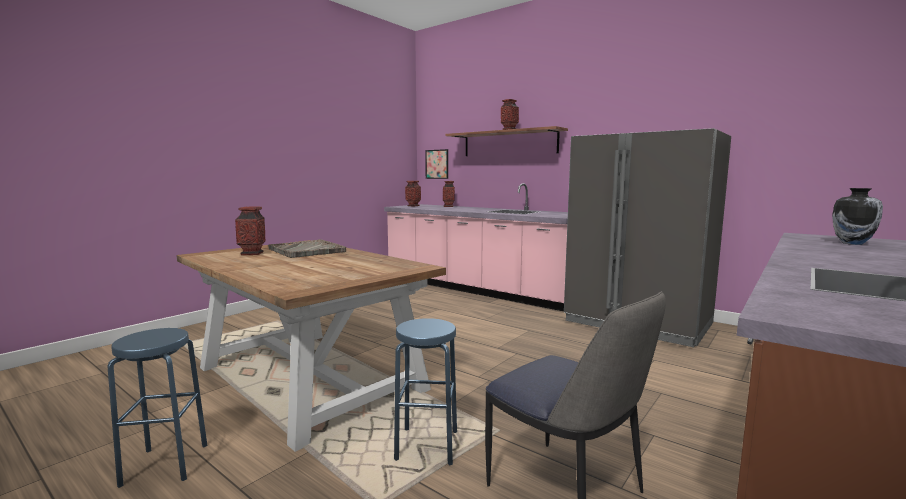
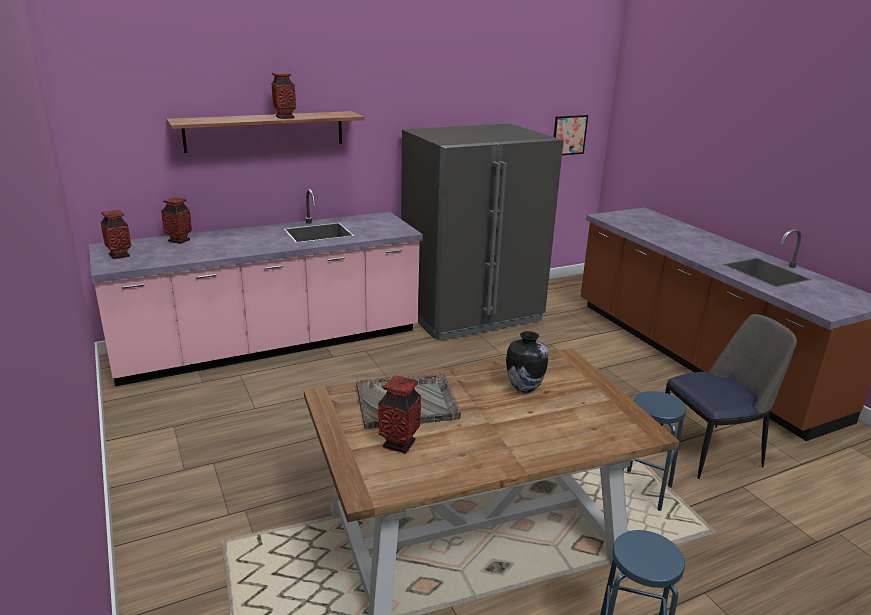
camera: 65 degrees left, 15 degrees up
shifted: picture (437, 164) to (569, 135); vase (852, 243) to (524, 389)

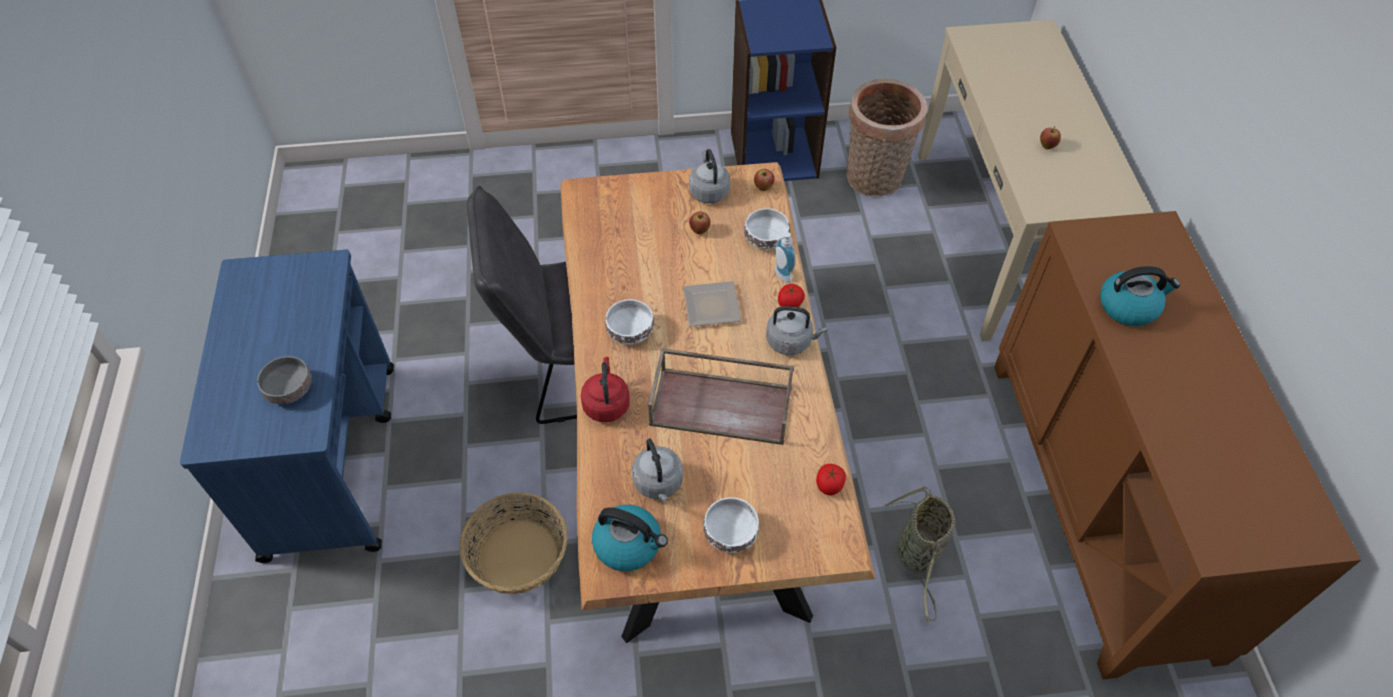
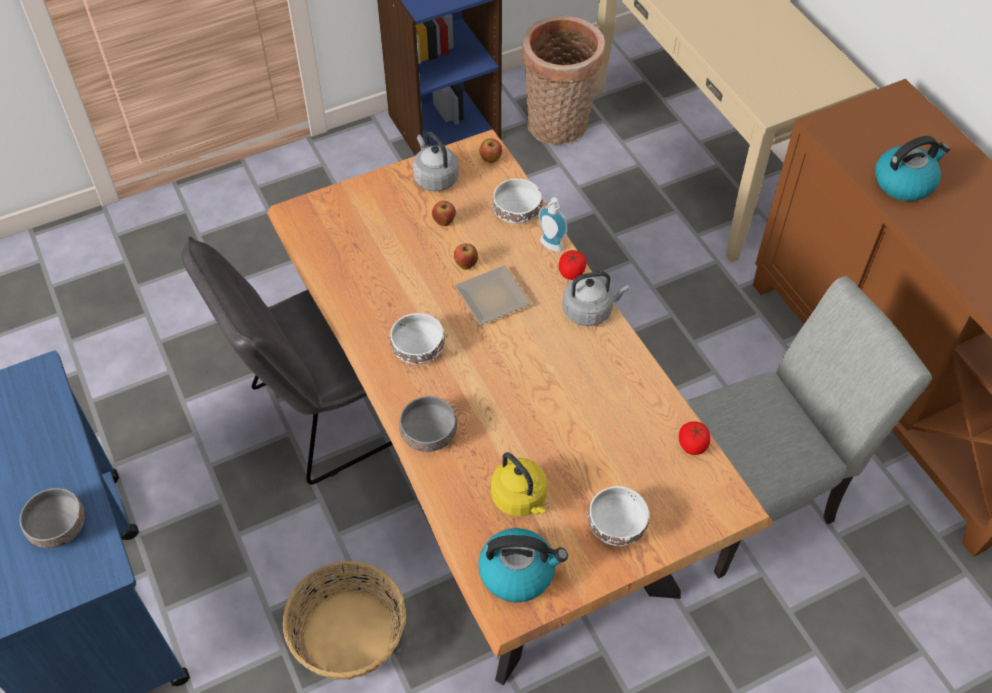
camera: 20 degrees left, 0 degrees up
gone: brown tray (723, 405)
shifted: apple (1047, 146) to (466, 265)
swapped: red kettle (606, 403) to grey bowl (427, 432); basket (917, 556) to grey chair (756, 496)
repainted: grey kettle (658, 484) to yellow kettle (520, 499)

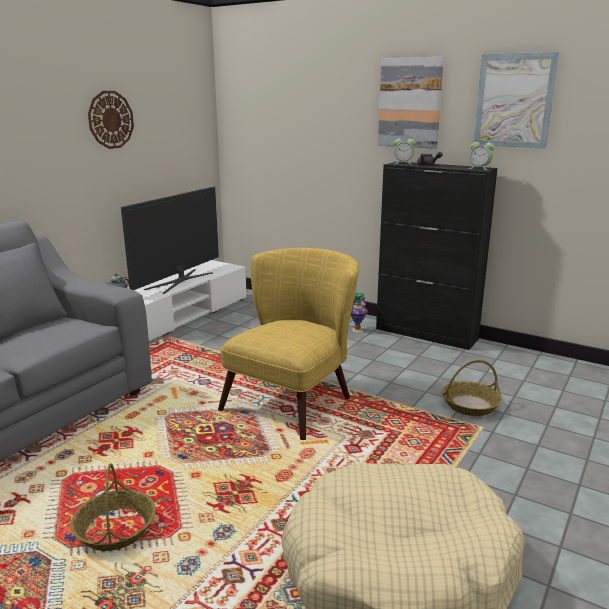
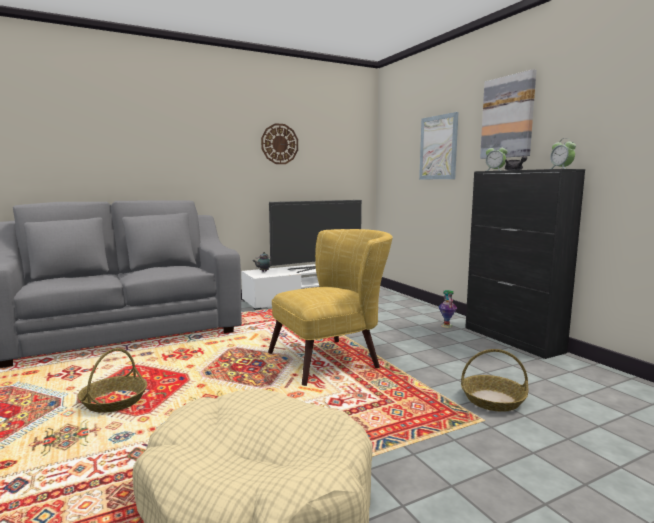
camera: 30 degrees right, 10 degrees down
shifted: picture (514, 101) to (438, 147)

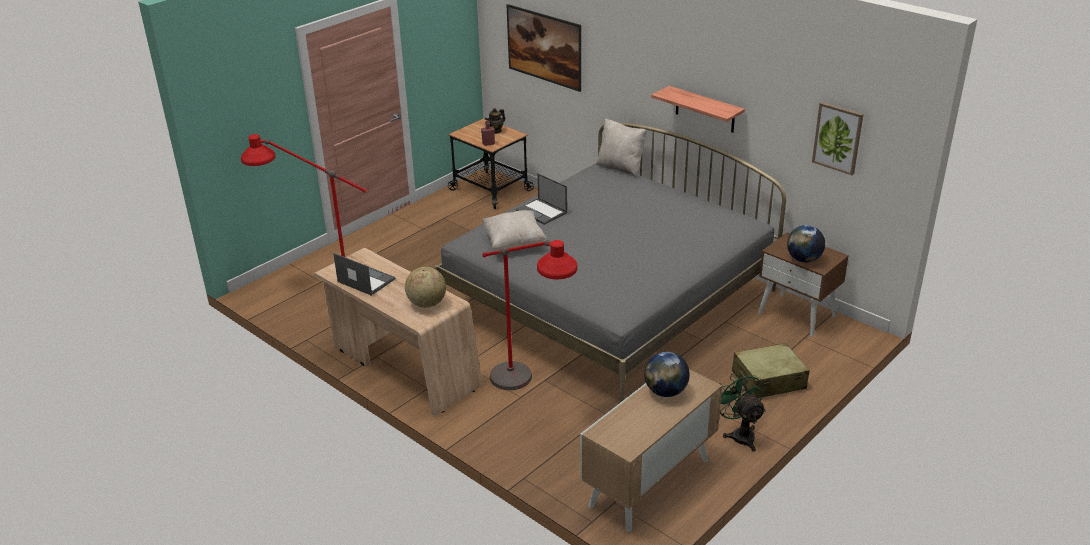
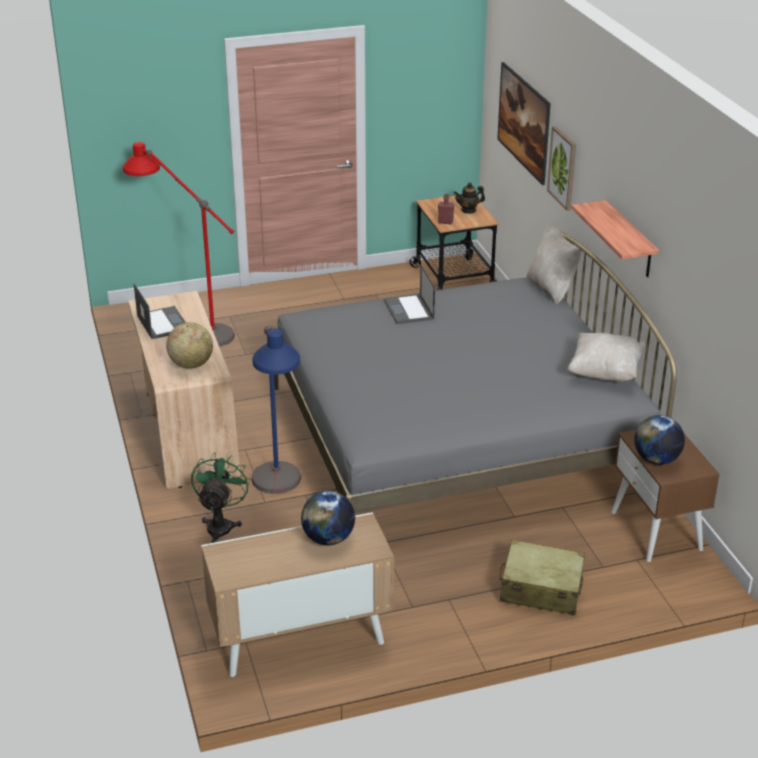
camera: 30 degrees right, 0 degrees up
shifted: beige pillow (514, 243) to (605, 372); green fan (740, 434) to (221, 525); picture (837, 138) to (563, 168)
repainted: red floor lamp (529, 391) to blue floor lamp (279, 500)

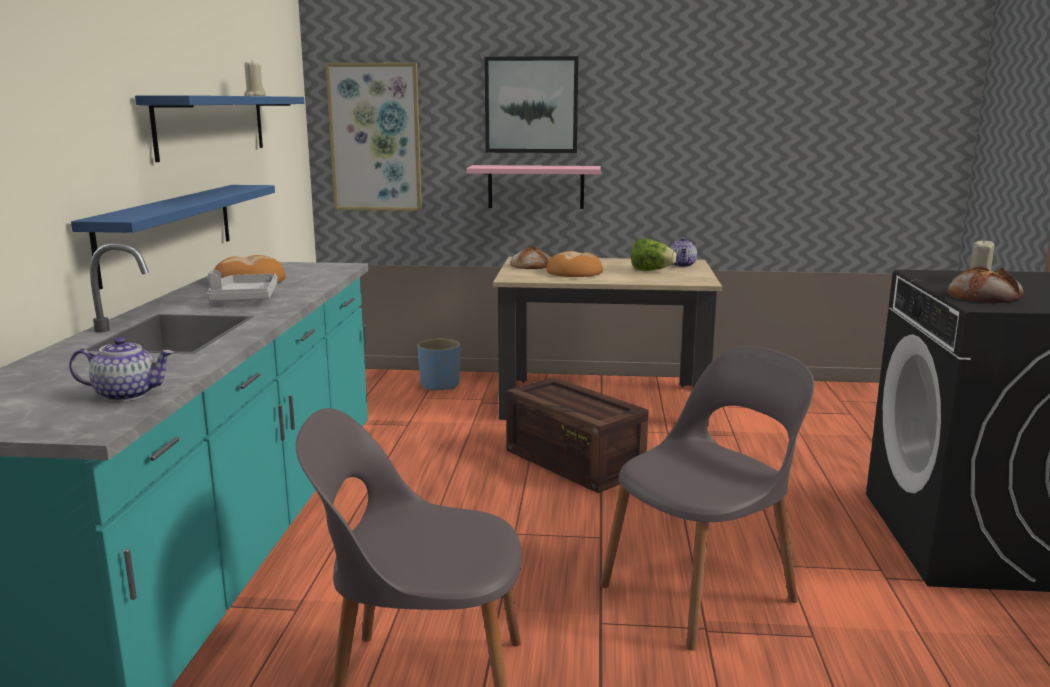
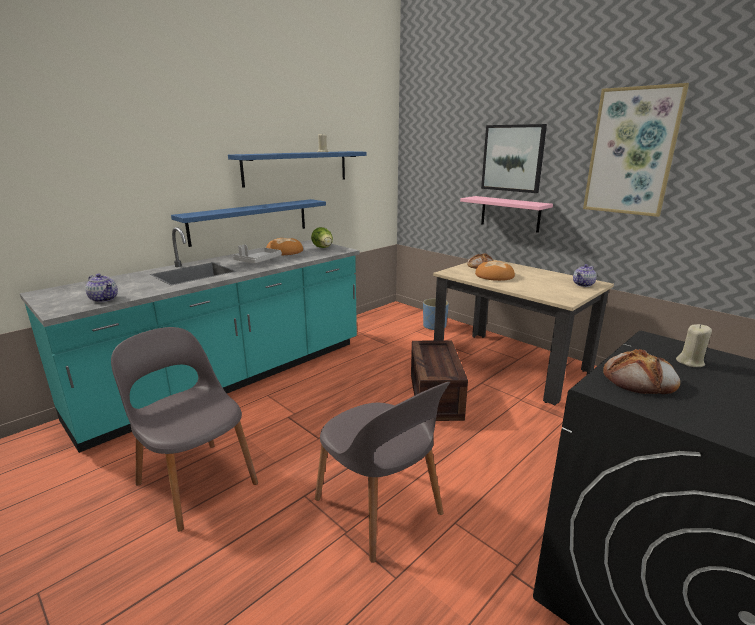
camera: 40 degrees right, 5 degrees up
shifted: picture (375, 138) to (631, 152); lettuce (651, 270) to (323, 248)
rotated: grey chair (702, 591) = (379, 509) 45 degrees clockwise

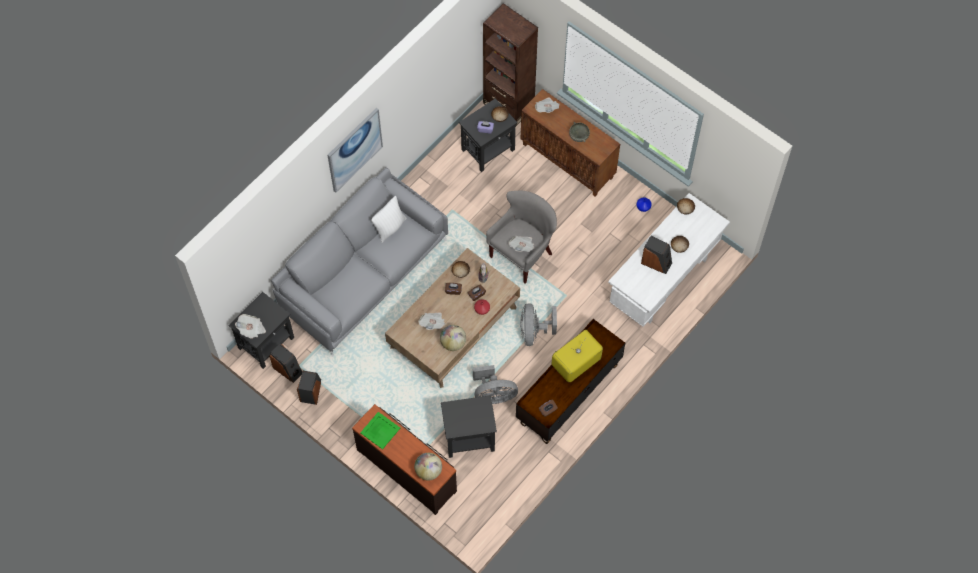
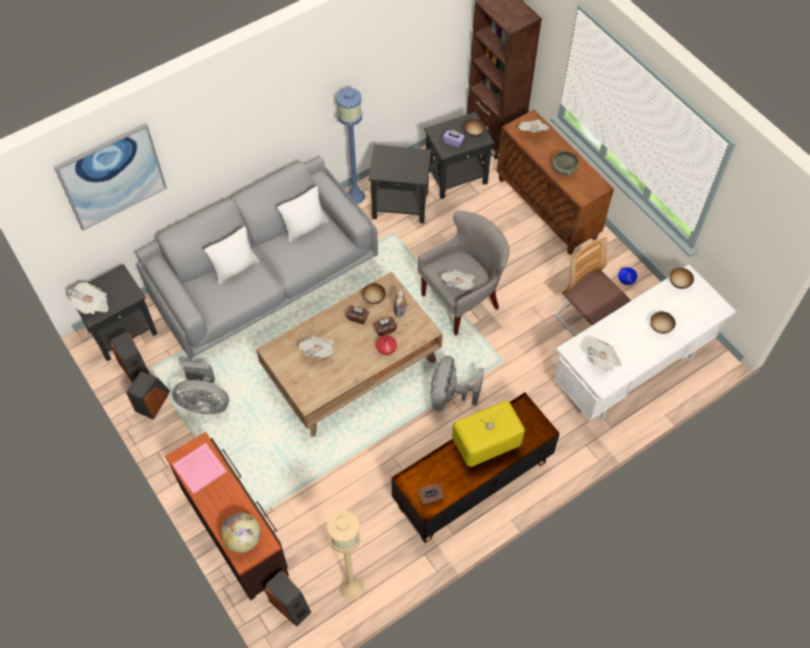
camera: 15 degrees right, 5 degrees down
gone: globe (453, 343)
new: white pillow (235, 268); beige floor lamp (351, 588); blue floor lamp (355, 196); chair (589, 321); newspaper (602, 360)
shifted: picture (354, 149) to (112, 176); black side table (468, 437) to (399, 205); grey fan (493, 395) to (204, 403); speaker (656, 262) to (290, 605)
repainted: green tray (380, 430) to pink tray (200, 468)

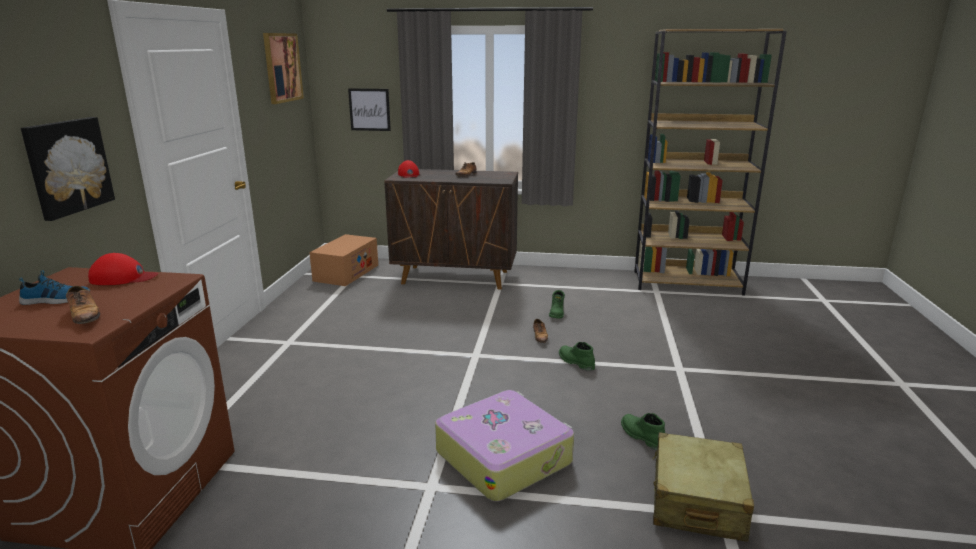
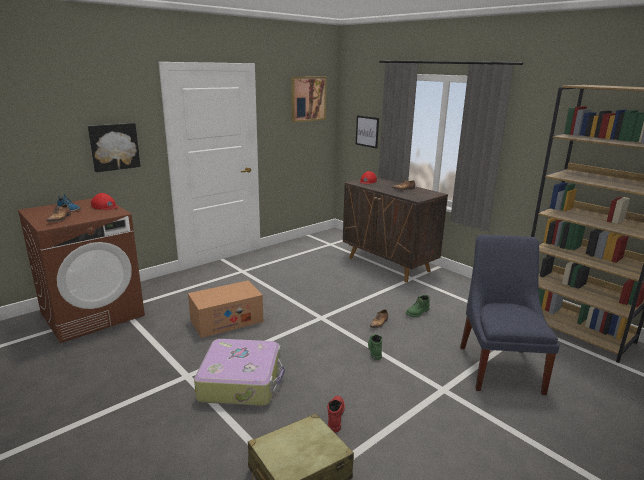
camera: 40 degrees right, 0 degrees up
new: blue chair (499, 366)
shifted: cardboard box (346, 273) to (226, 320)
repainted: green boot (641, 436) to red boot (335, 416)

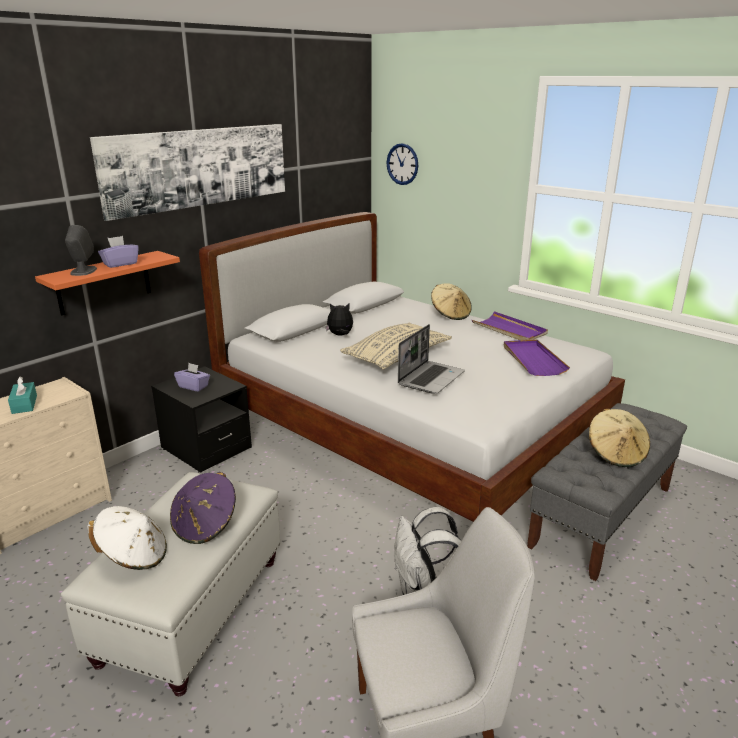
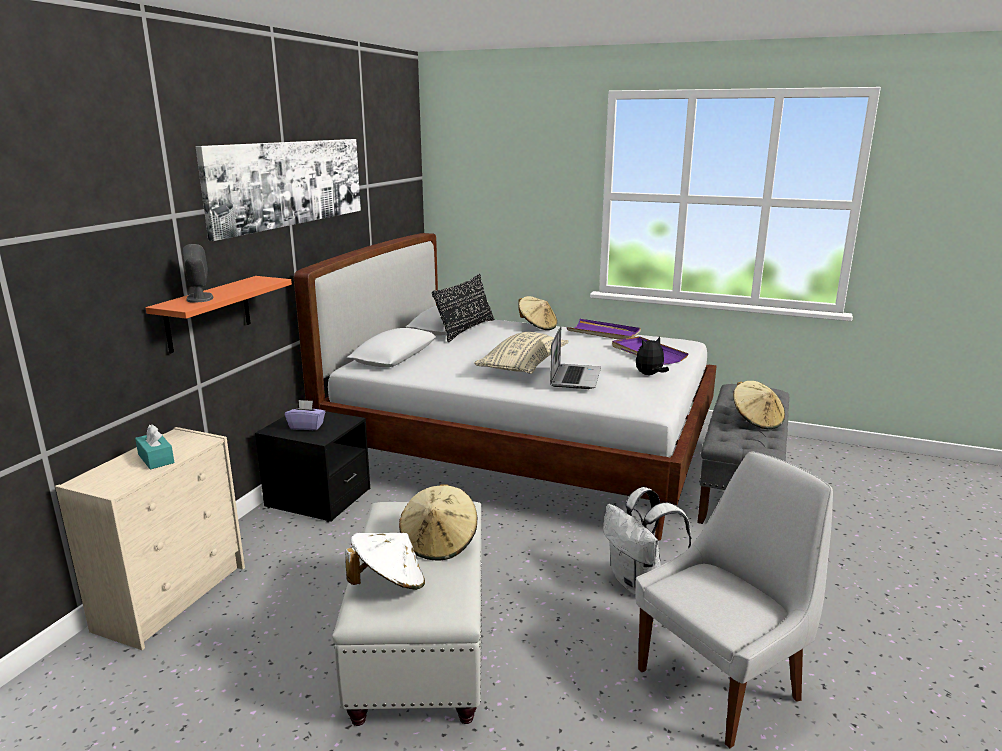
camera: 20 degrees left, 5 degrees down
gone: purple tissue box (120, 264); wall clock (402, 164)
new: black pillow (466, 330)
shifted: plush toy (340, 335) to (650, 375)
repainted: purple hat (205, 525) to beige hat (439, 543)

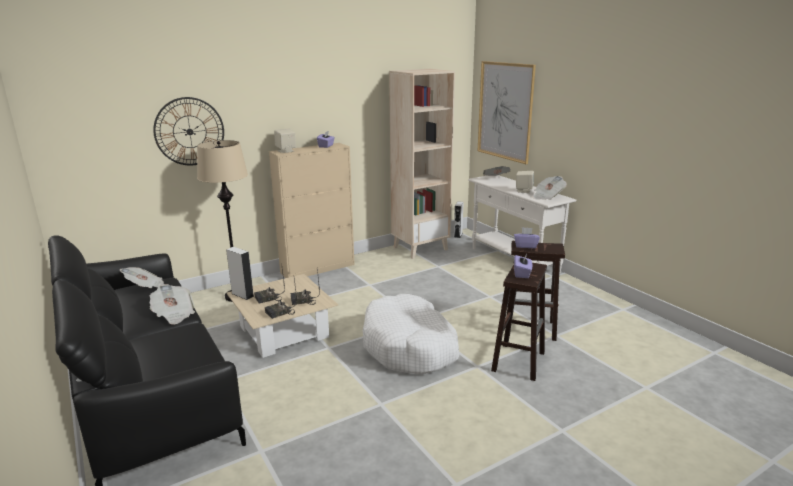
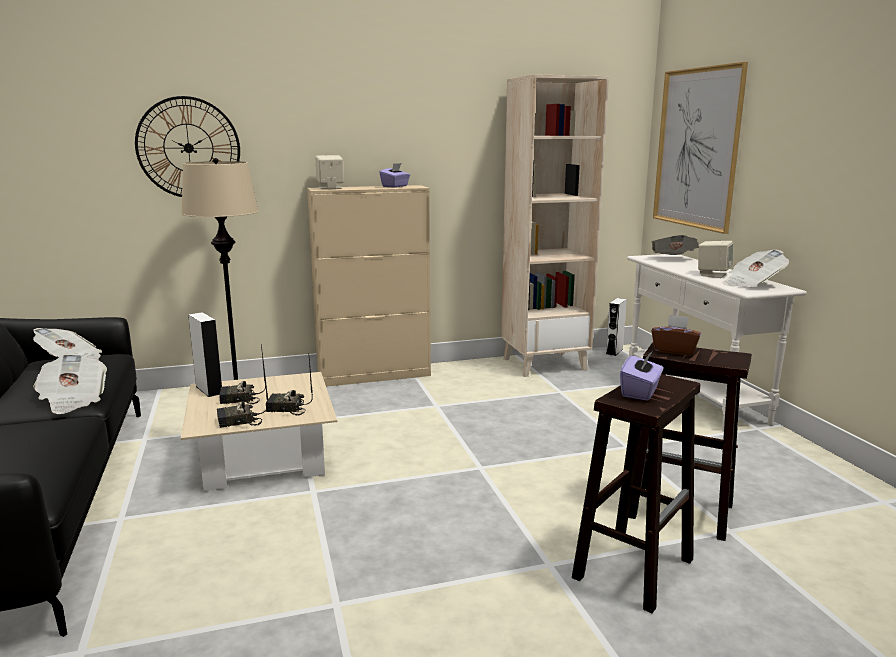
camera: 15 degrees right, 5 degrees down
gone: white dog bed (410, 347)
repainted: purple tissue box (525, 246) to brown tissue box (674, 350)

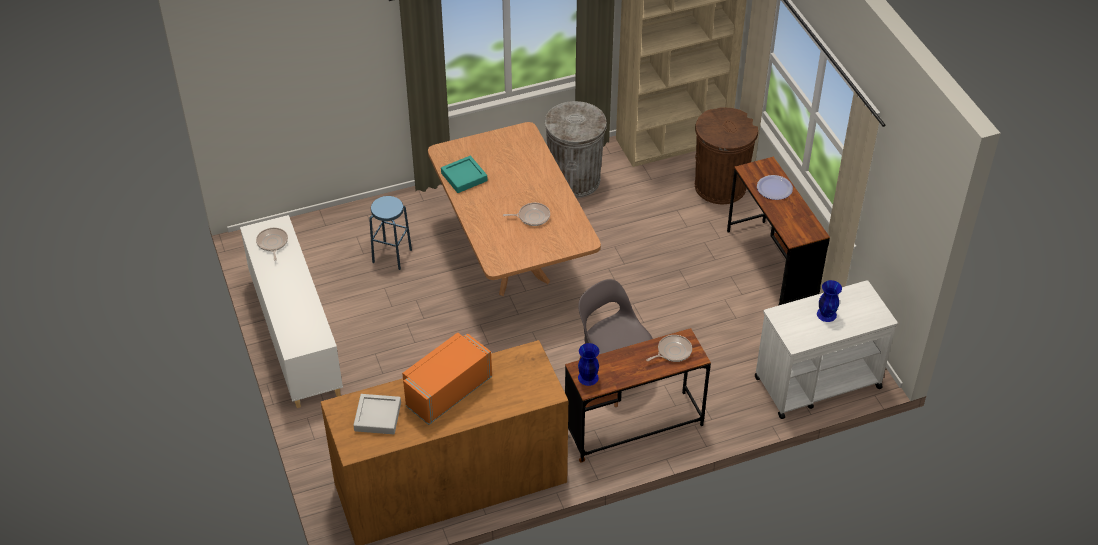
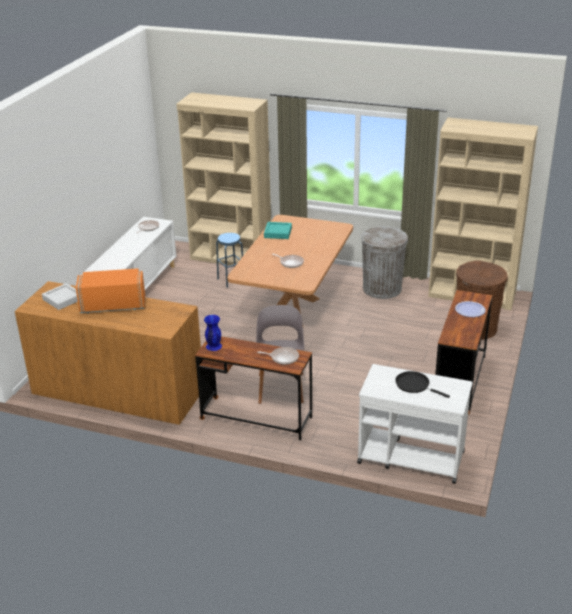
camera: 40 degrees right, 15 degrees down
new: beige bookcase (231, 257)
swapped: blue vase (826, 314) to black frying pan (414, 385)

